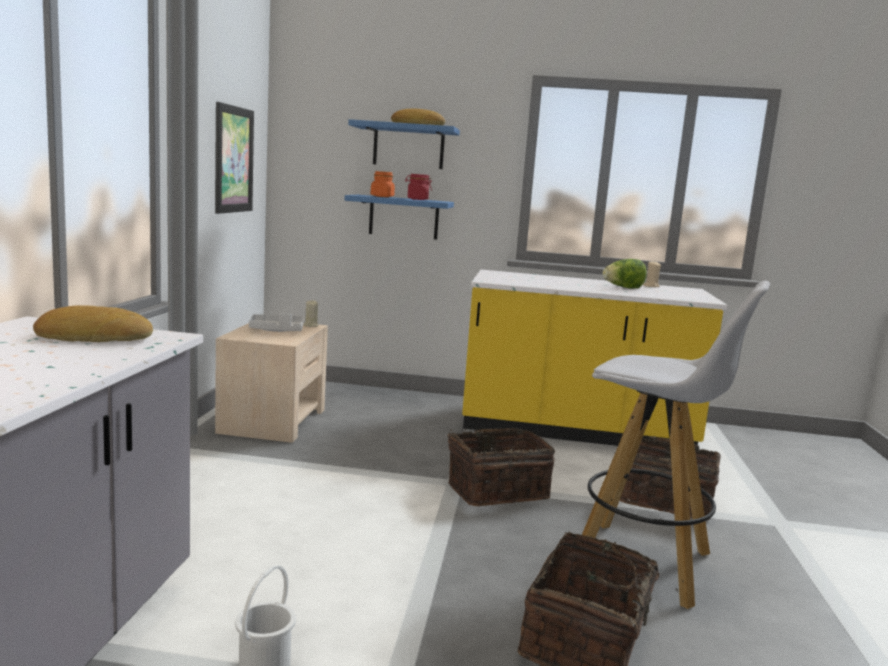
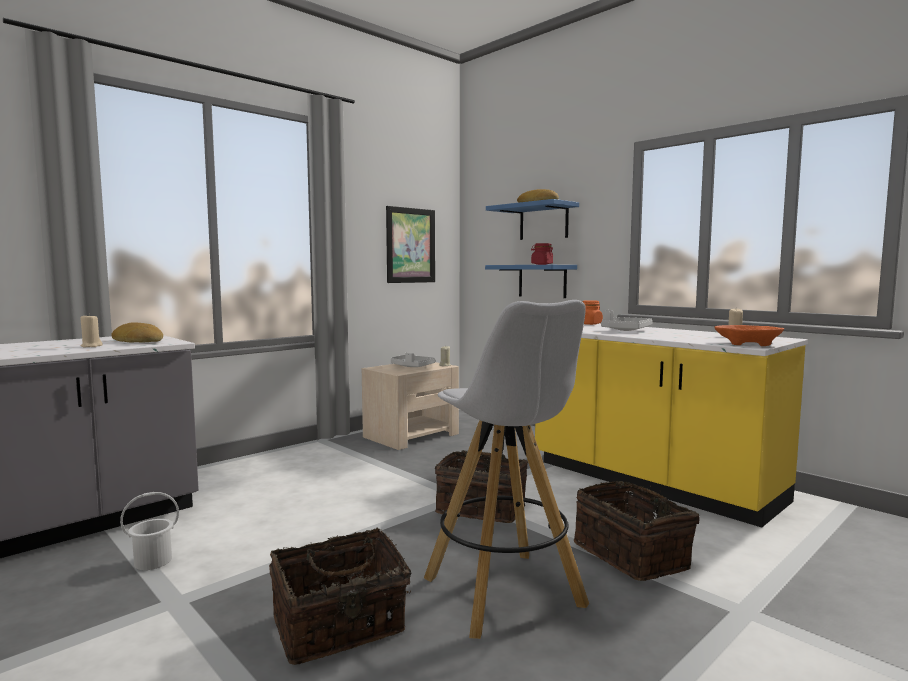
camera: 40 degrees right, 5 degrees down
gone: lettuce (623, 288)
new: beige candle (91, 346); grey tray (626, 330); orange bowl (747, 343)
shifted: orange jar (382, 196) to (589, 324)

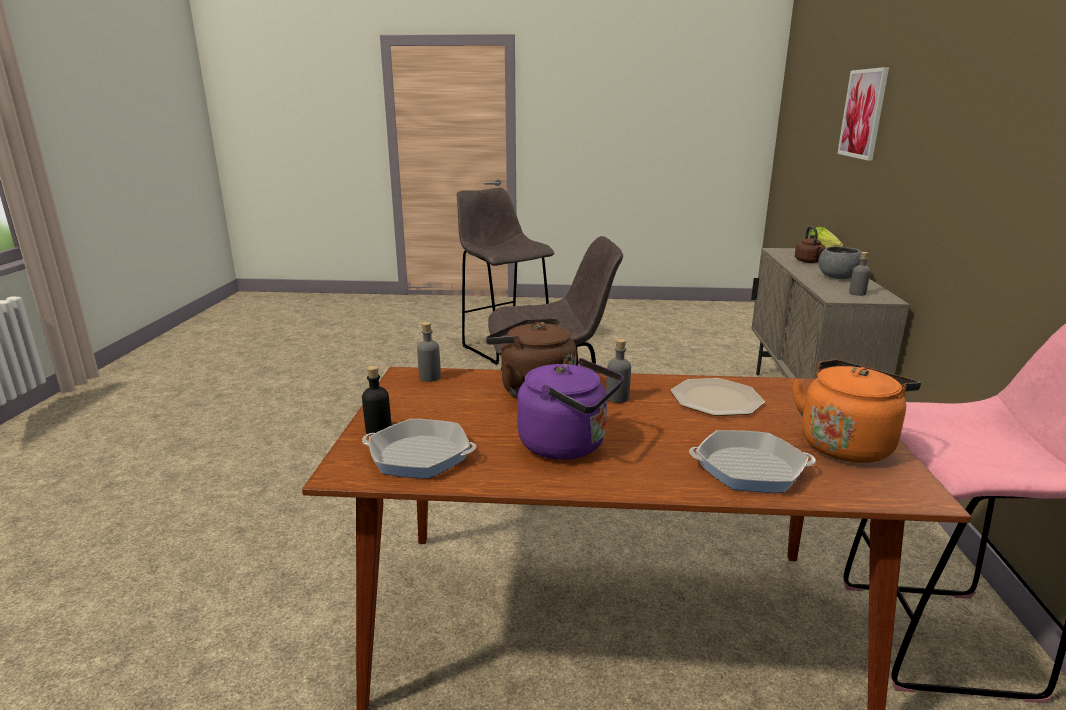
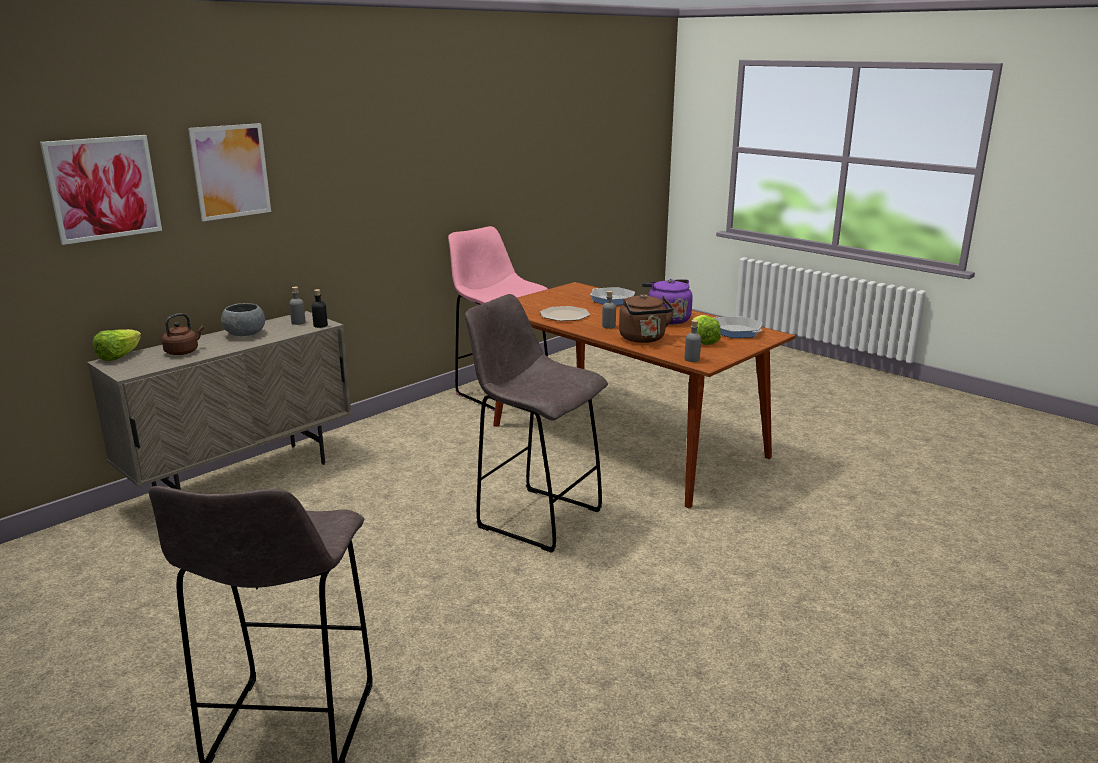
camera: 140 degrees left, 0 degrees up
gone: orange kettle (847, 444)
new: picture (231, 171); lettuce (703, 341)
shifted: black bottle (378, 430) to (320, 325)

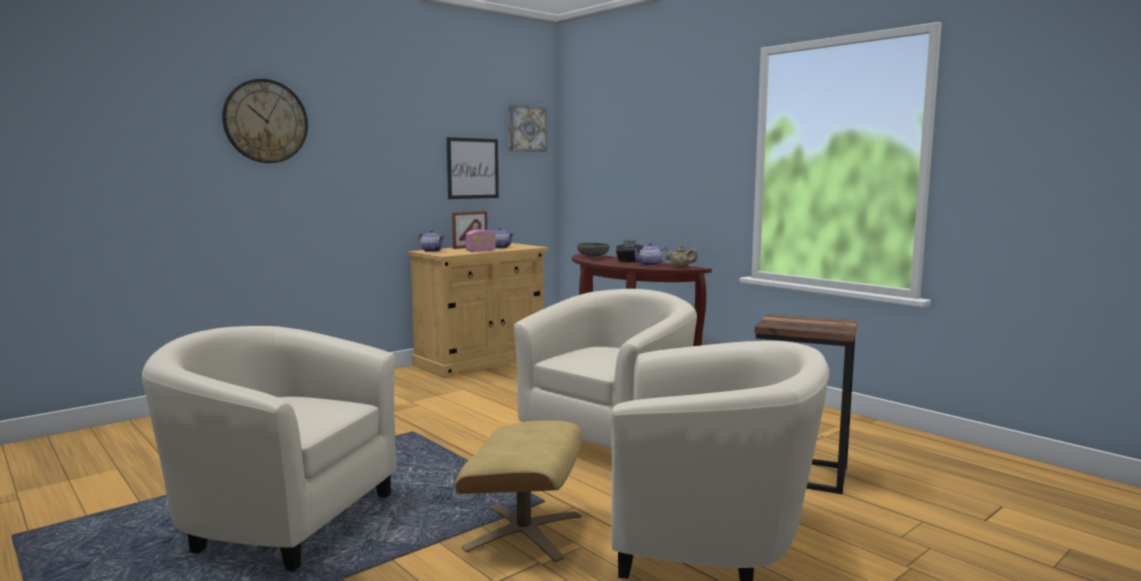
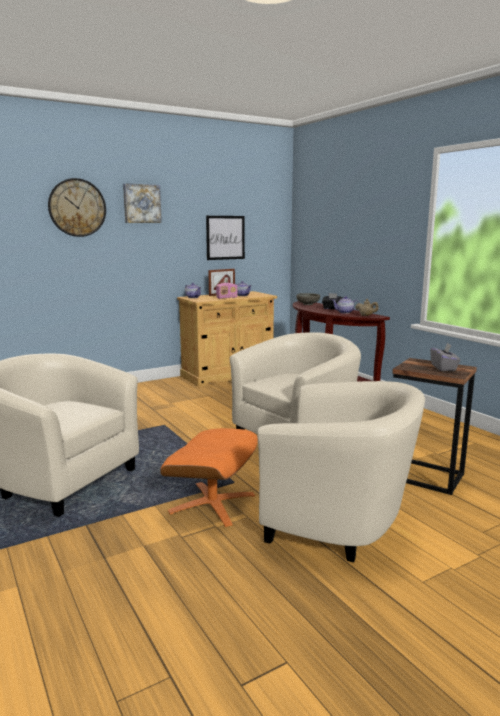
camera: 10 degrees right, 5 degrees up
new: grey tissue box (444, 368)
shifted: picture (526, 128) to (141, 203)
repainted: beige ottoman (524, 532) to orange ottoman (213, 503)

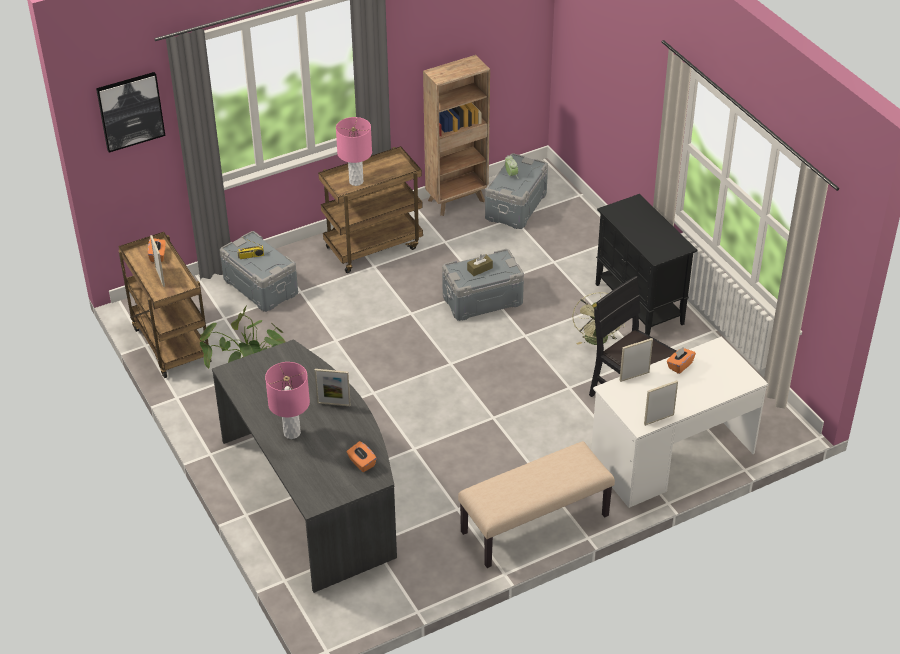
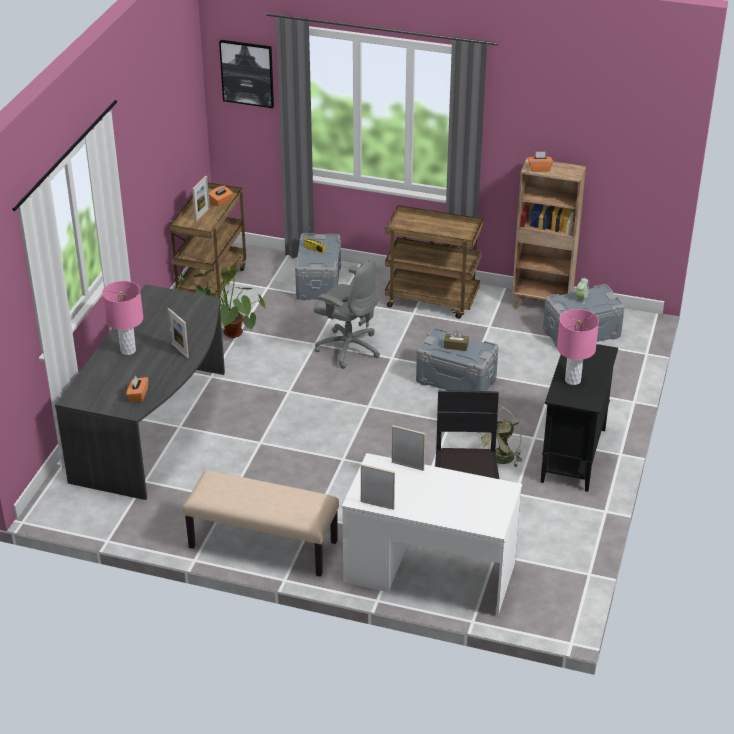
camera: 45 degrees right, 5 degrees down
new: grey office chair (348, 348)
shifted: pink table lamp (356, 181) to (572, 380); orange tissue box (679, 365) to (539, 168)

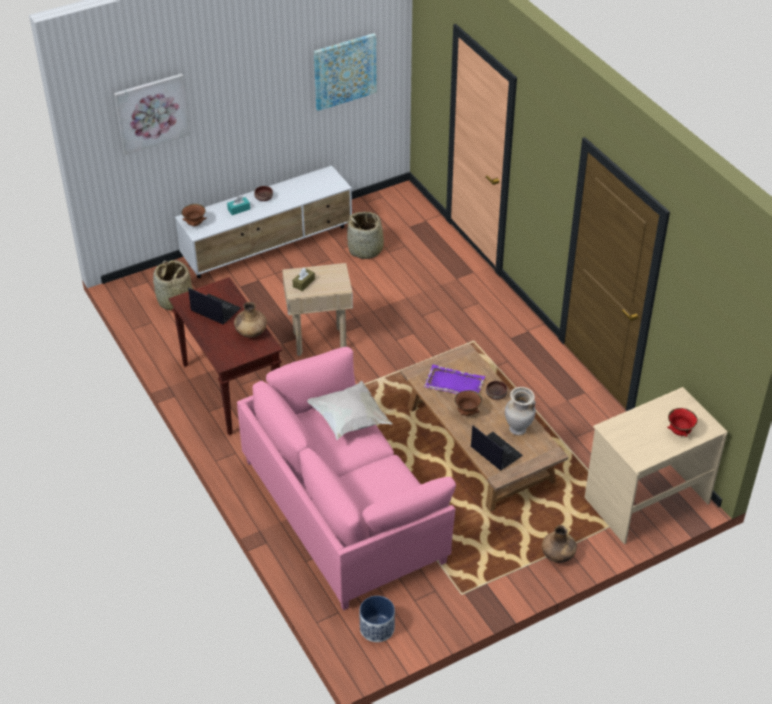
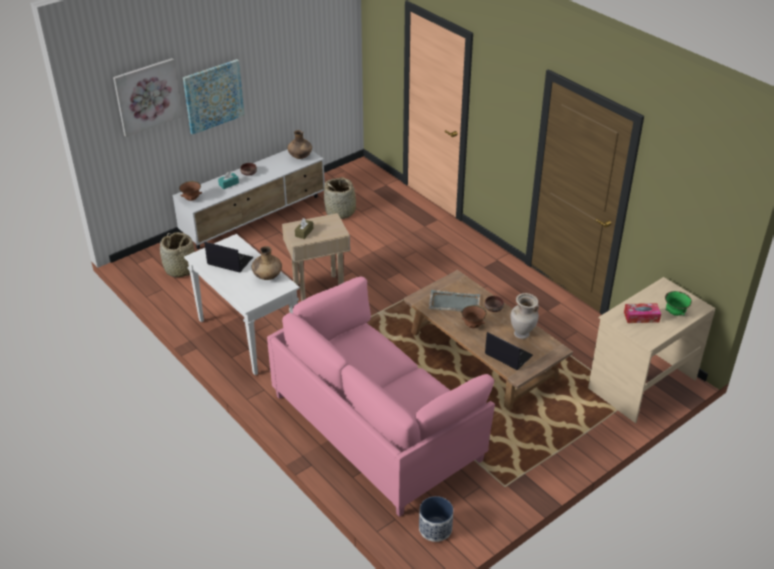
camera: 10 degrees left, 5 degrees down
gone: white pillow (350, 421)
new: tissue box (641, 317)
shifted: picture (344, 71) to (213, 96); brown vase (558, 556) to (300, 157)
repainted: brown console table (230, 389) to white console table (247, 336); purple tray (453, 383) to grey tray (453, 303); red bowl (679, 432) to green bowl (674, 313)

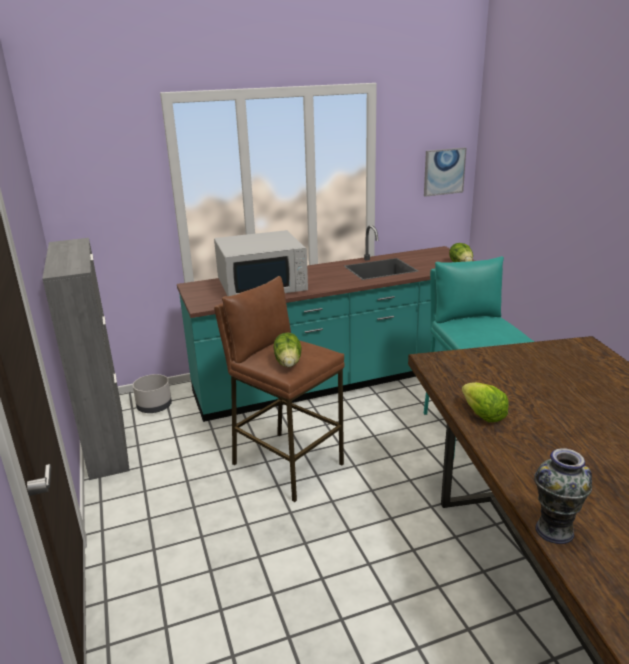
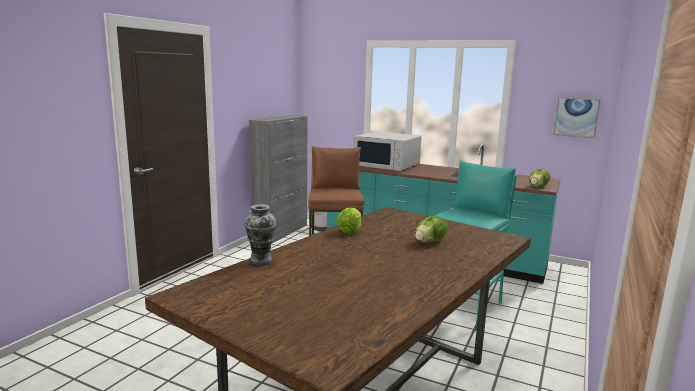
camera: 45 degrees right, 10 degrees down
shifted: lettuce (289, 362) to (430, 242)

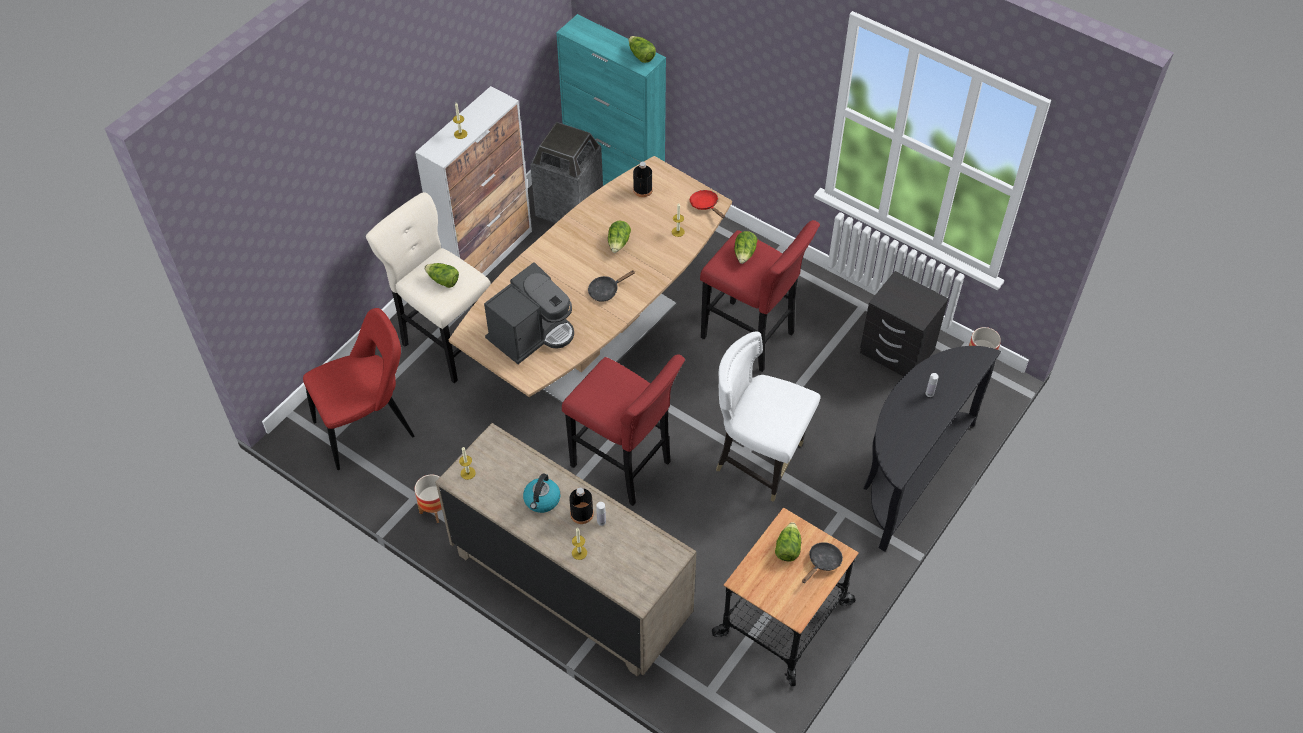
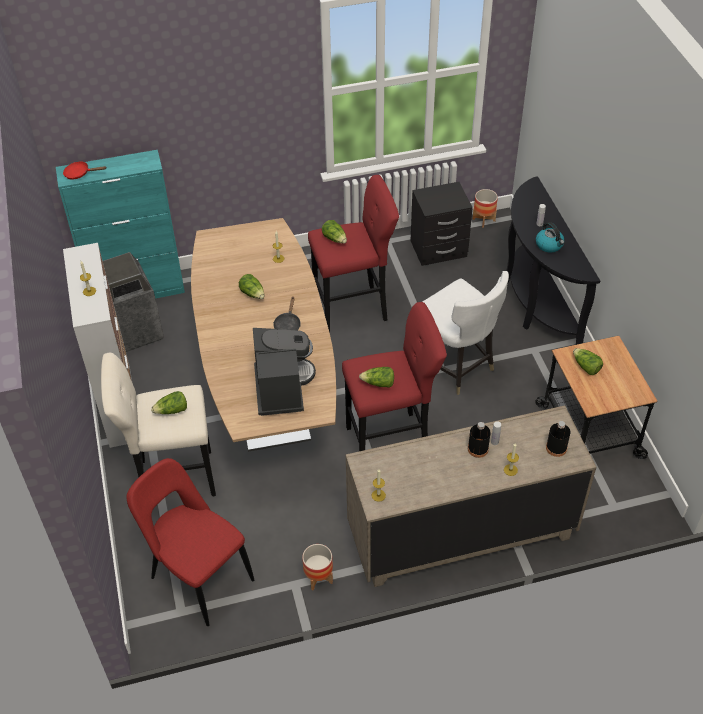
camera: 50 degrees left, 5 degrees down
gone: black frying pan (822, 562)
shifted: kettle (542, 500) to (549, 245); lettuce (641, 55) to (378, 383); black bottle (642, 190) to (556, 448); red frying pan (705, 205) to (80, 174)
rotated: red chair (369, 427) = (198, 576) 60 degrees counterclockwise; white chair (759, 460) = (455, 366) 105 degrees counterclockwise

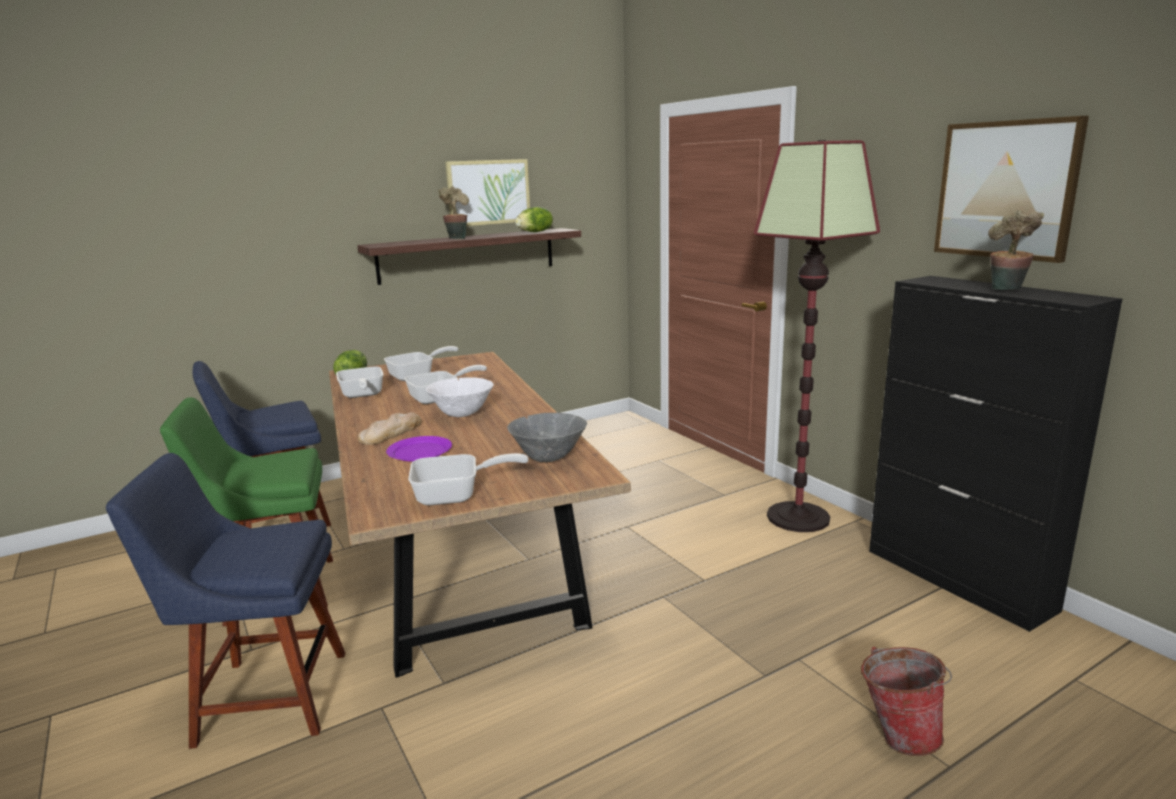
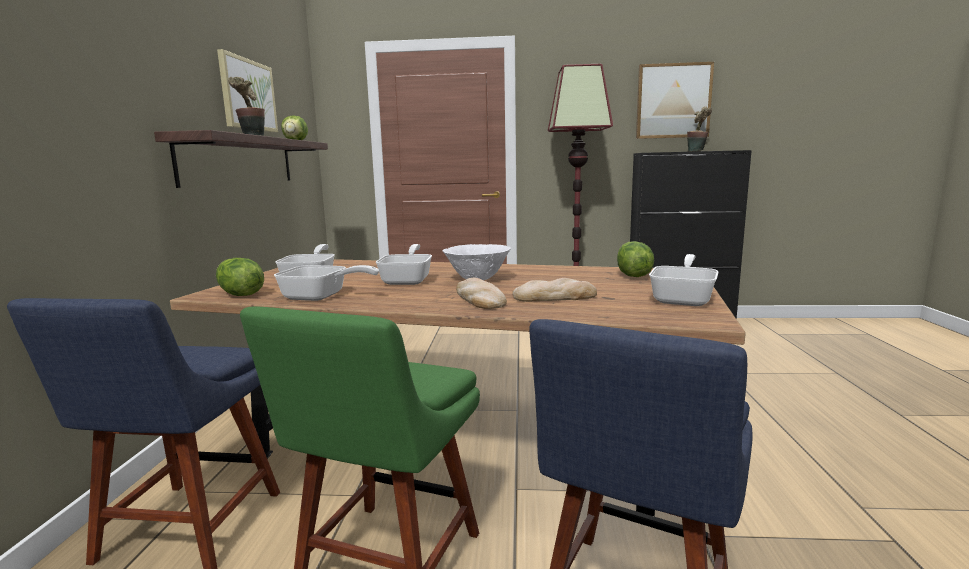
camera: 55 degrees left, 5 degrees down
gone: bucket (898, 735)
swapped: purple plate (419, 452) to bread (554, 297); grey bowl (548, 459) to lettuce (632, 275)

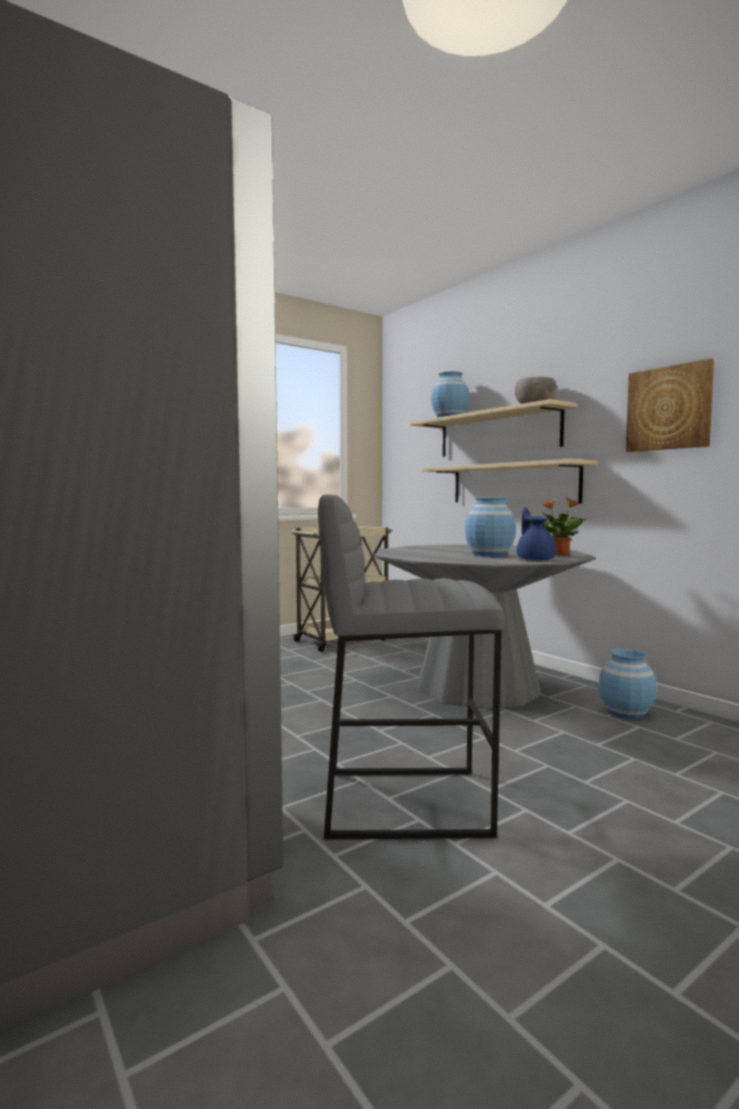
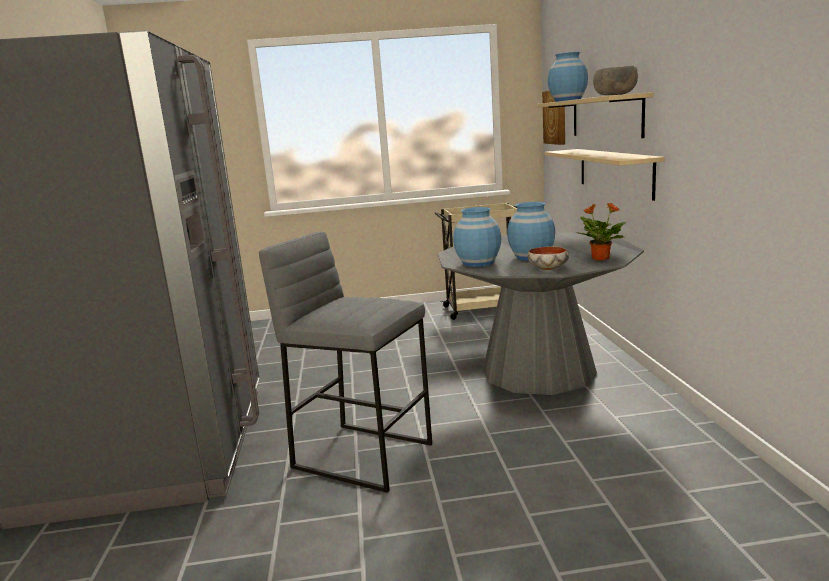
camera: 30 degrees right, 10 degrees up
shifted: blue vase (626, 712) to (478, 263); picture (669, 408) to (555, 117)
swapped: blue teapot (535, 559) to bowl (548, 268)

